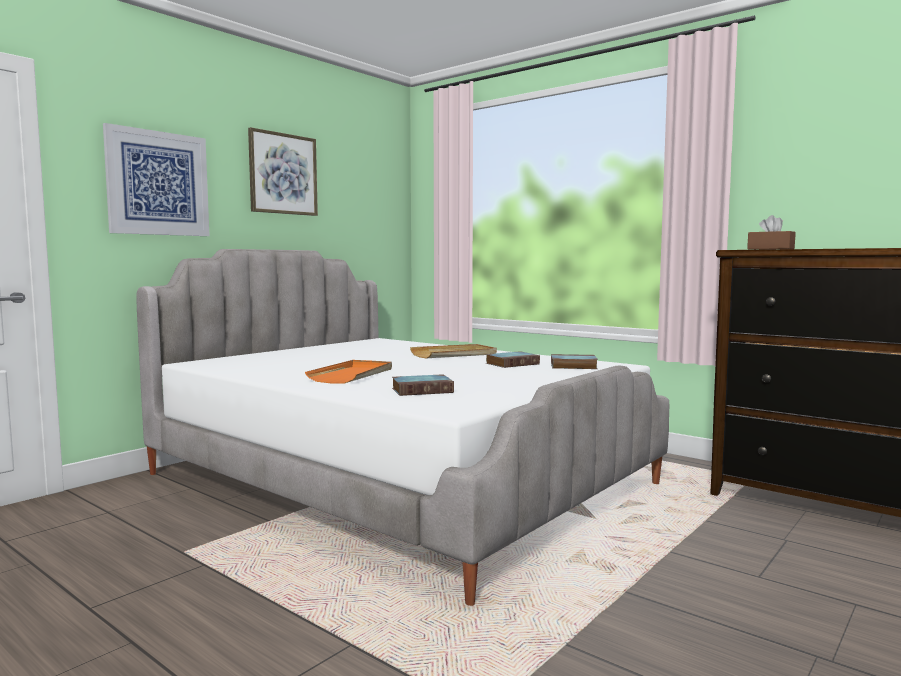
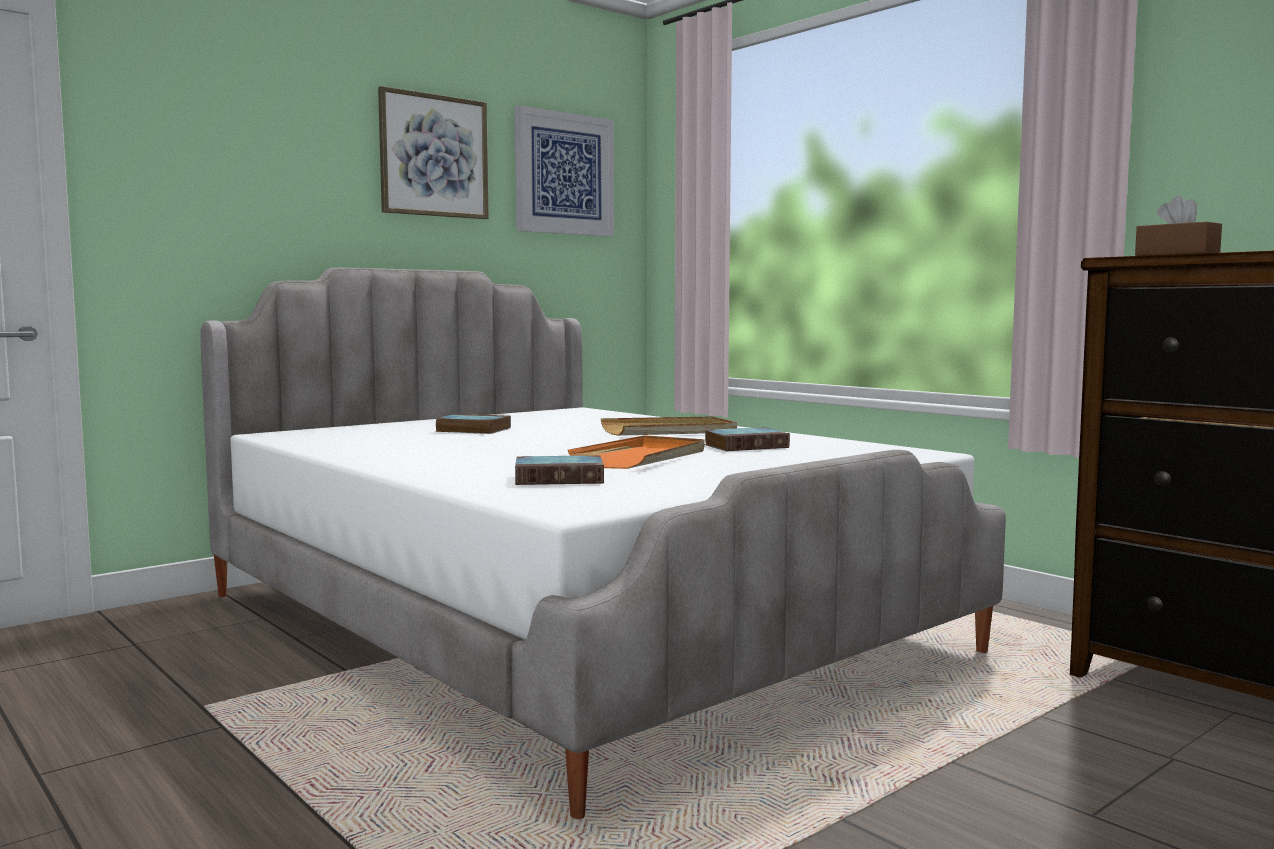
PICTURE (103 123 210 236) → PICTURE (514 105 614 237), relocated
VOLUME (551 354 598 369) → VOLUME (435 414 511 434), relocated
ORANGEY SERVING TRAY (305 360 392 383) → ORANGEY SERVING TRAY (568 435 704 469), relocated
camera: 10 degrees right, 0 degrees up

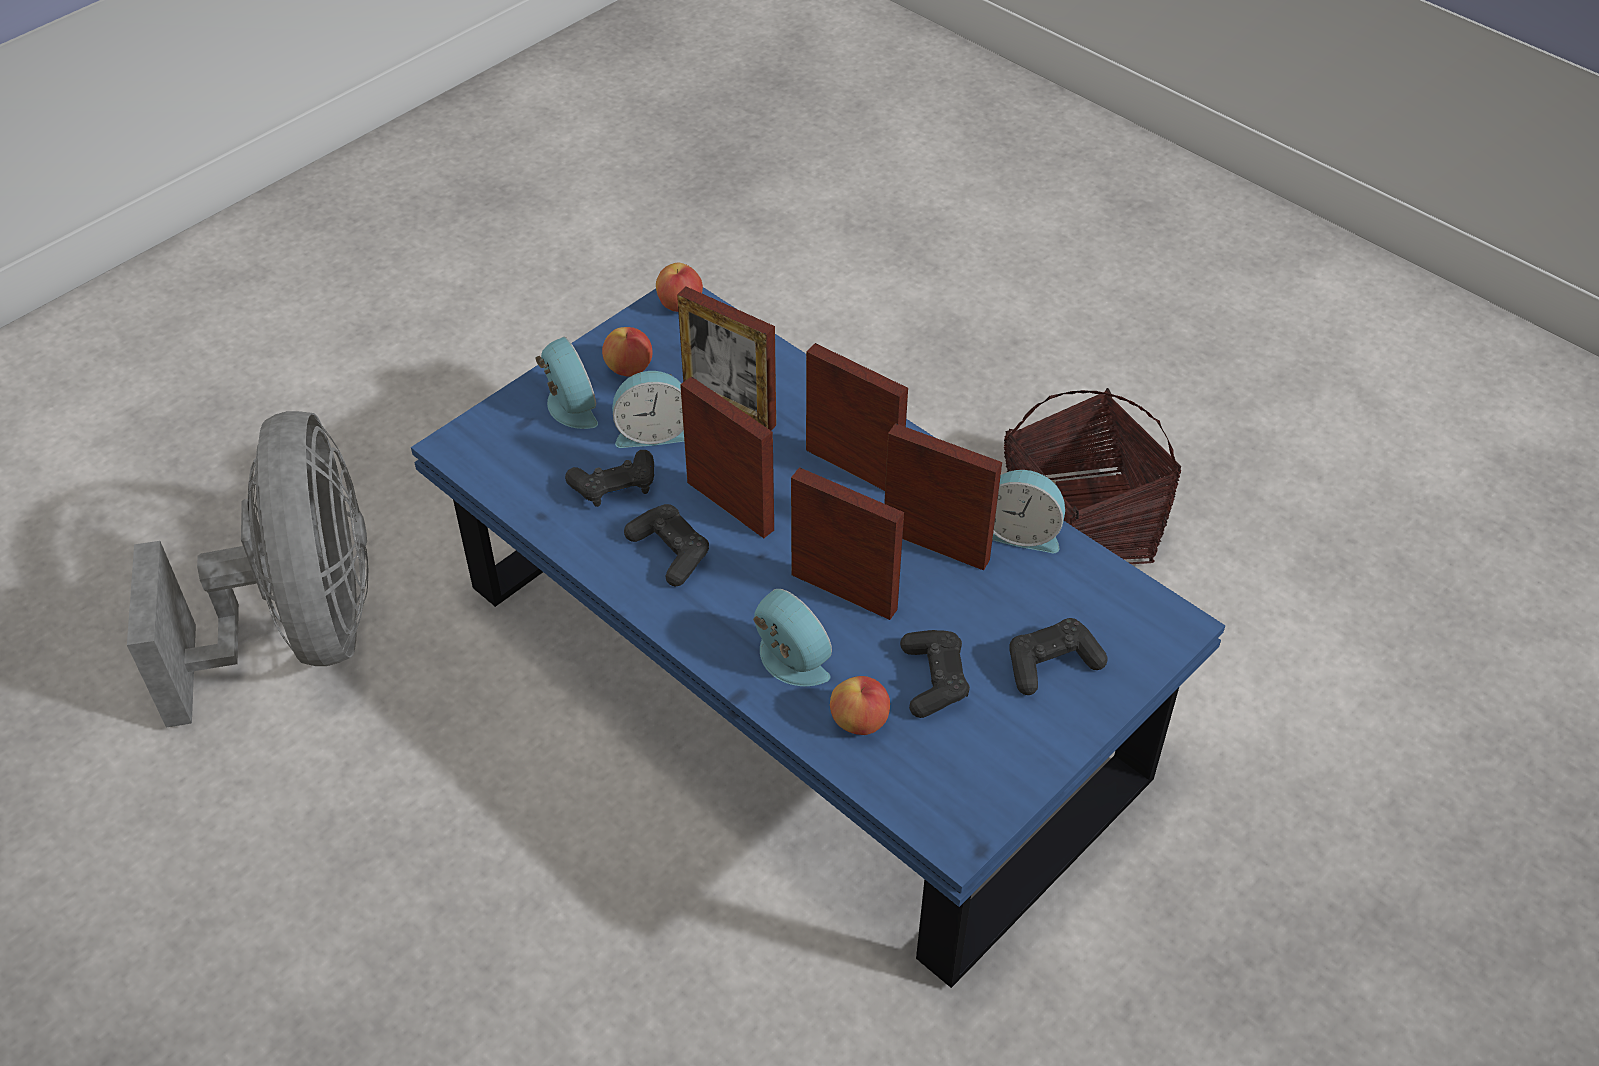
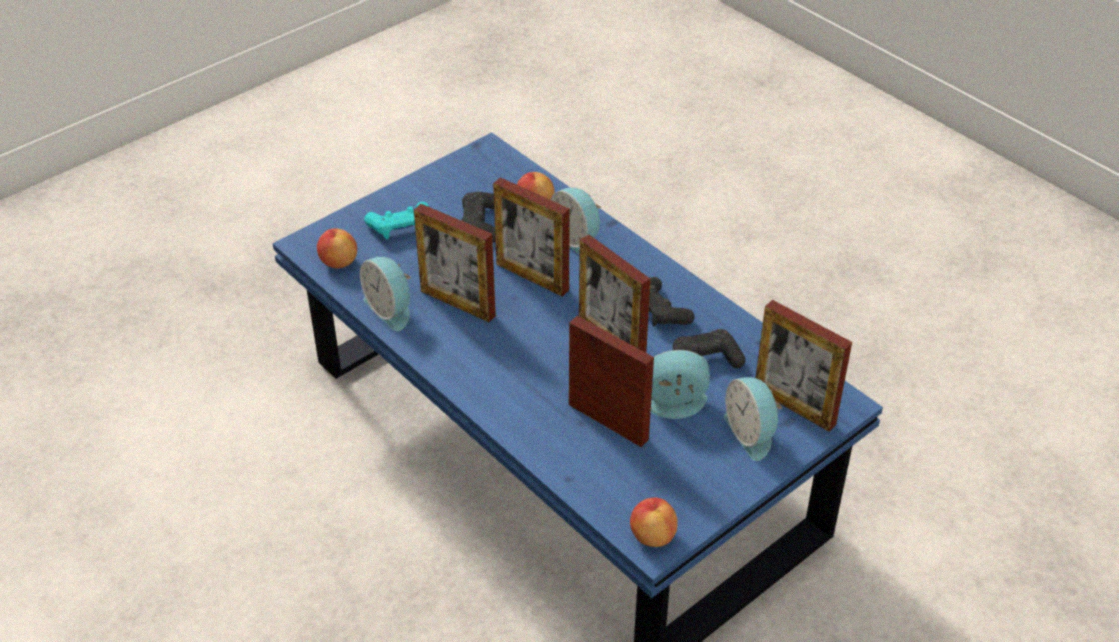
APPLE FRUIT (602 327 653 377) → APPLE FRUIT (317 228 357 268), relocated
STANDING FRAME (806 343 908 491) → STANDING FRAME (755 300 852 432), relocated
HOUSEHOLD BASKET (1004 388 1182 564) → -
GRAY FAN (127 411 368 728) → -
ALARM CLOCK (992 470 1065 553) → ALARM CLOCK (360 257 411 331), 150 degrees counterclockwise
BLACK JOYPAD (1009 618 1107 695) → BLUE-GREEN JOYPAD (364 202 429 239)
camera: 175 degrees left, 5 degrees down

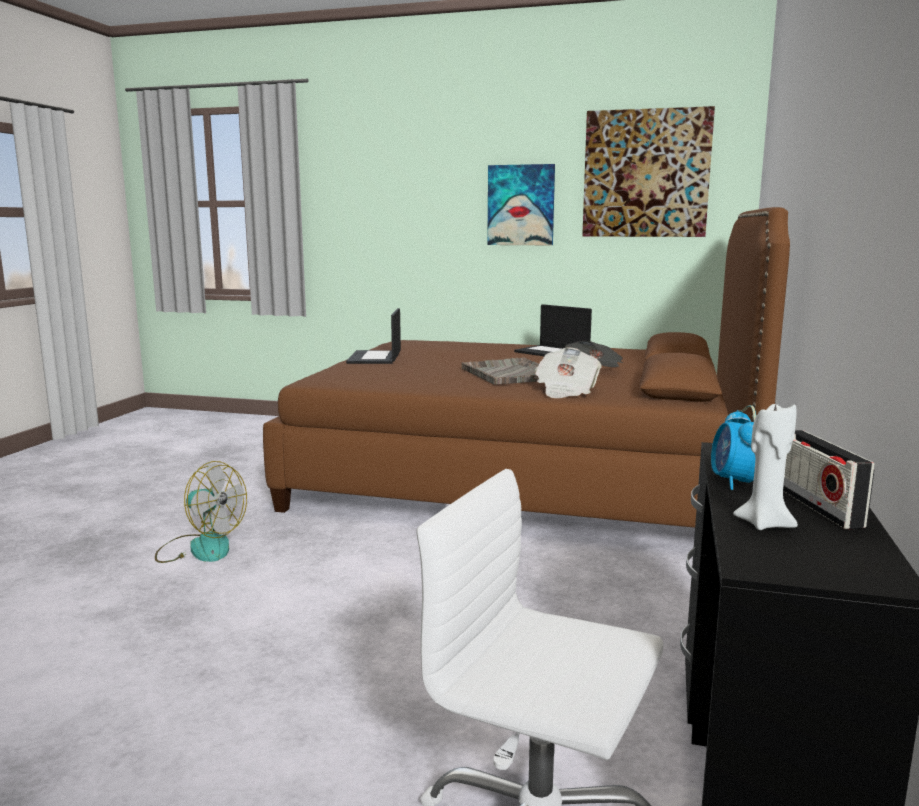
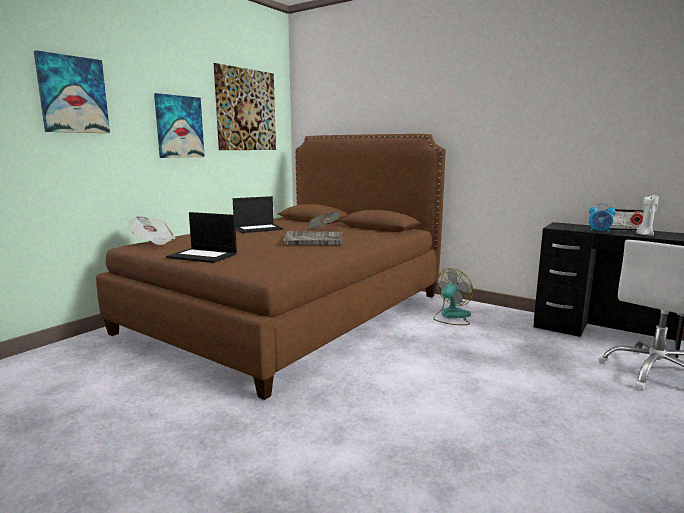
DAILY PAPER (535 347 602 398) → DAILY PAPER (129 216 175 245), relocated
FAN (155 461 247 563) → FAN (433 268 473 325), relocated
- → PICTURE (34 50 110 133)
camera: 70 degrees left, 0 degrees up

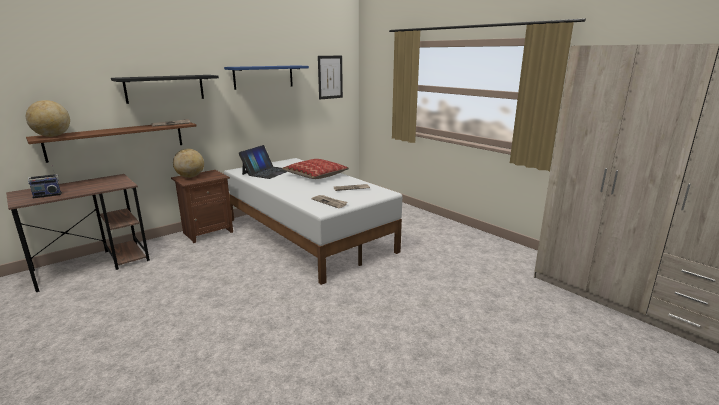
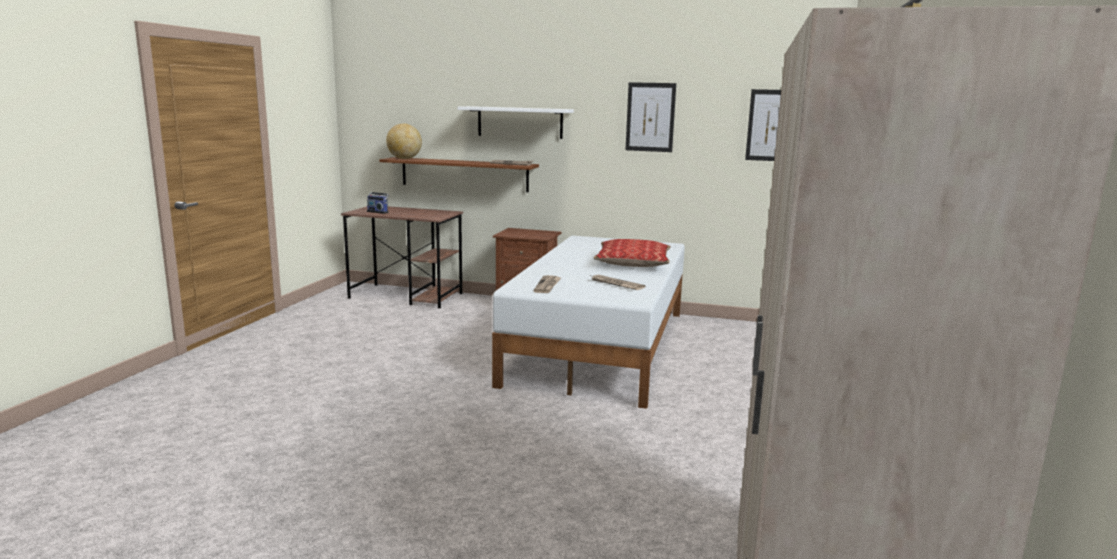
BLUE-COLOURED WALL SHELF (224 65 309 90) → PICTURE (626 82 676 152)
BLACK WALL SHELF (111 75 219 104) → WHITE-COLOURED WALL SHELF (458 106 574 139)
LAPTOP (239 145 287 179) → -
GLOBE (173 149 204 178) → -
camera: 55 degrees right, 5 degrees down

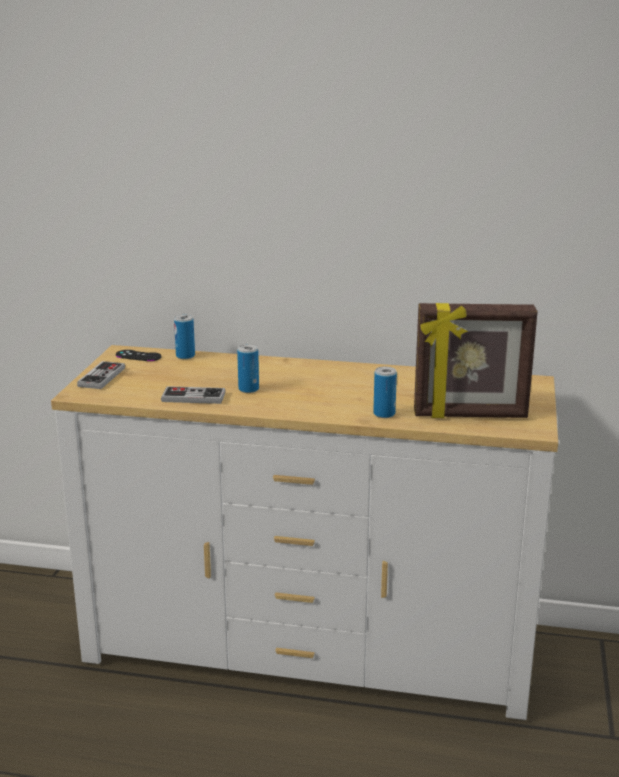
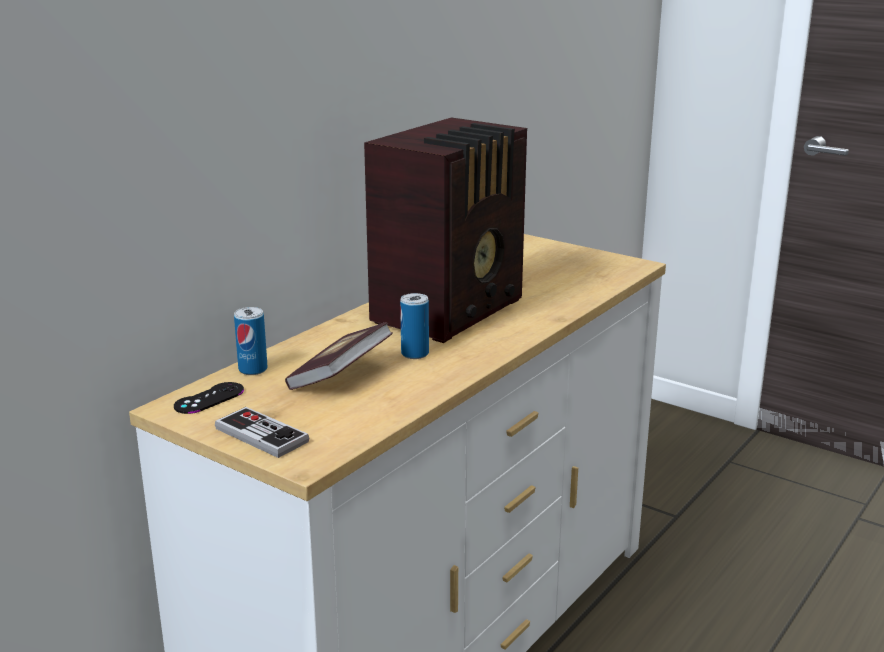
STANDING FRAME (414 303 538 418) → -
METAL CAN (373 367 397 418) → -
JOYPAD (161 386 226 404) → -
- → RADIO (364 117 527 343)
- → VOLUME (285 322 393 390)
camera: 65 degrees left, 0 degrees up

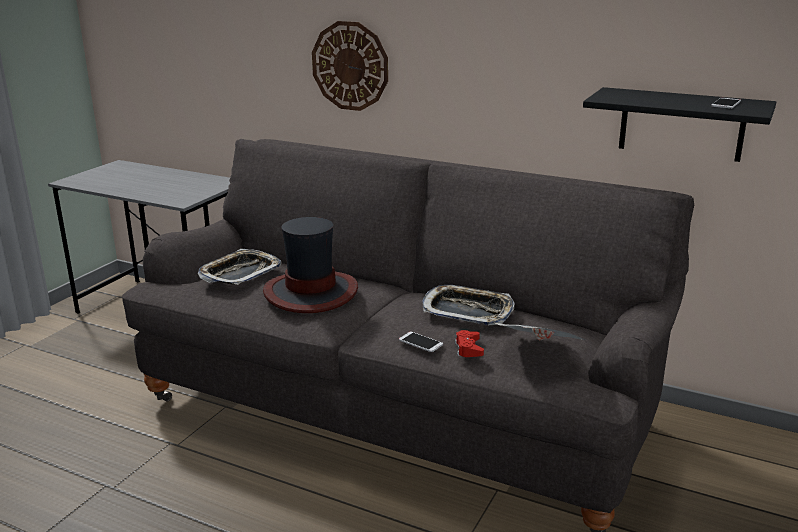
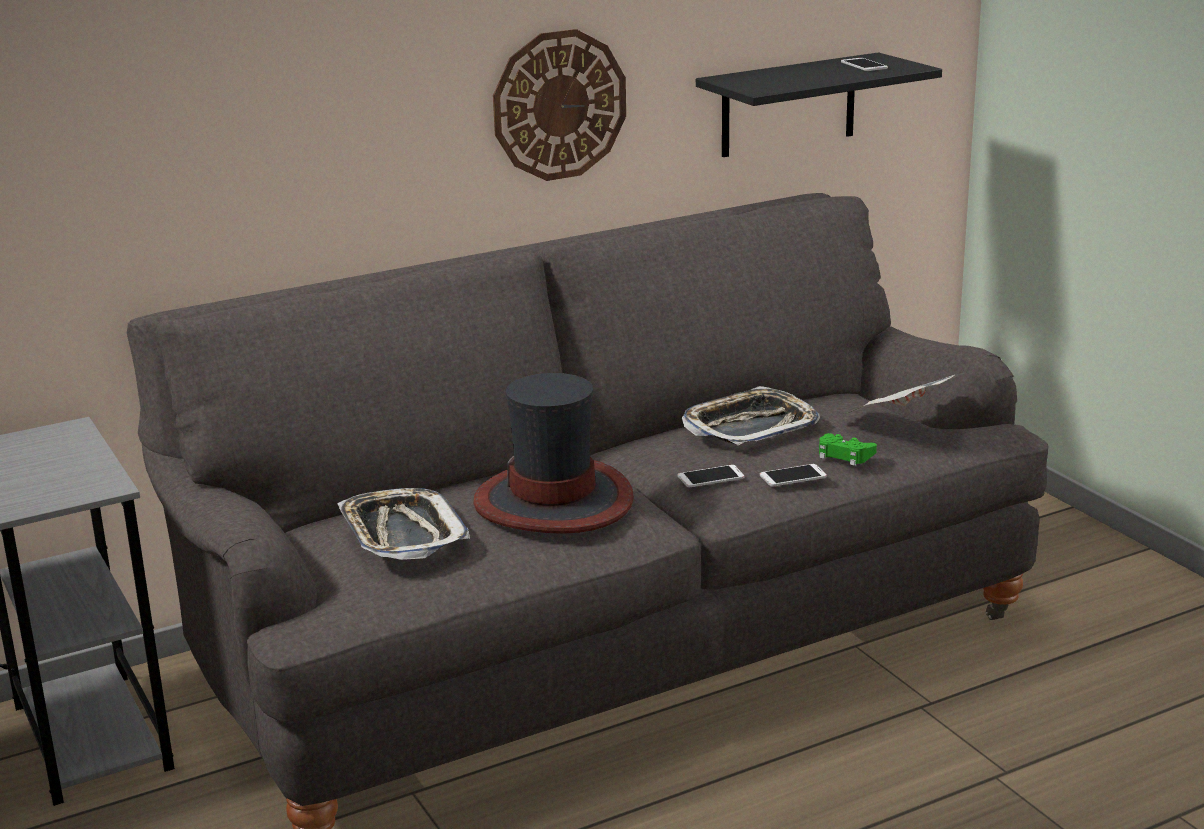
HANGING CLOCK (312 21 388 111) → HANGING CLOCK (493 29 626 181), relocated
REDDISH JOYPAD (455 330 484 357) → GREEN JOYPAD (819 433 877 466)
- → HANDSET (678 465 744 487)
camera: 55 degrees left, 0 degrees up

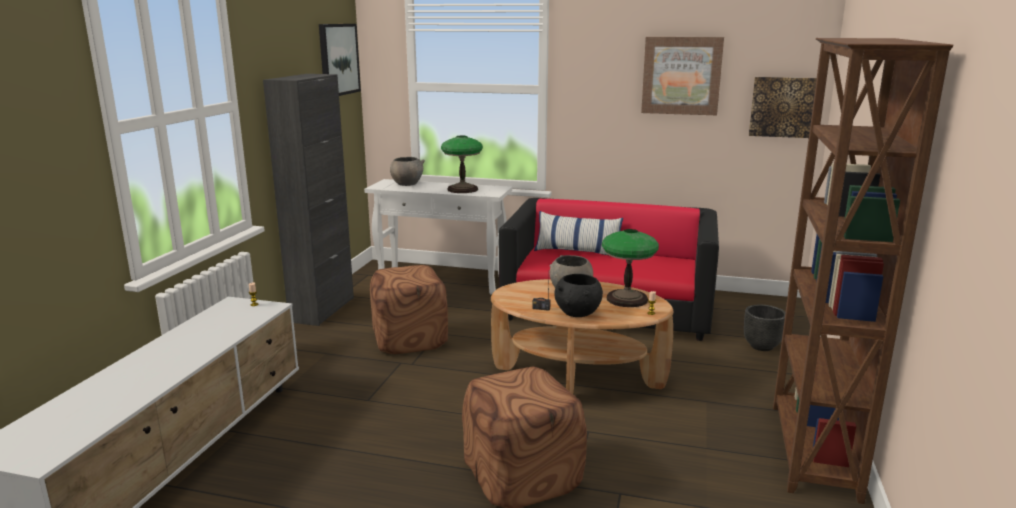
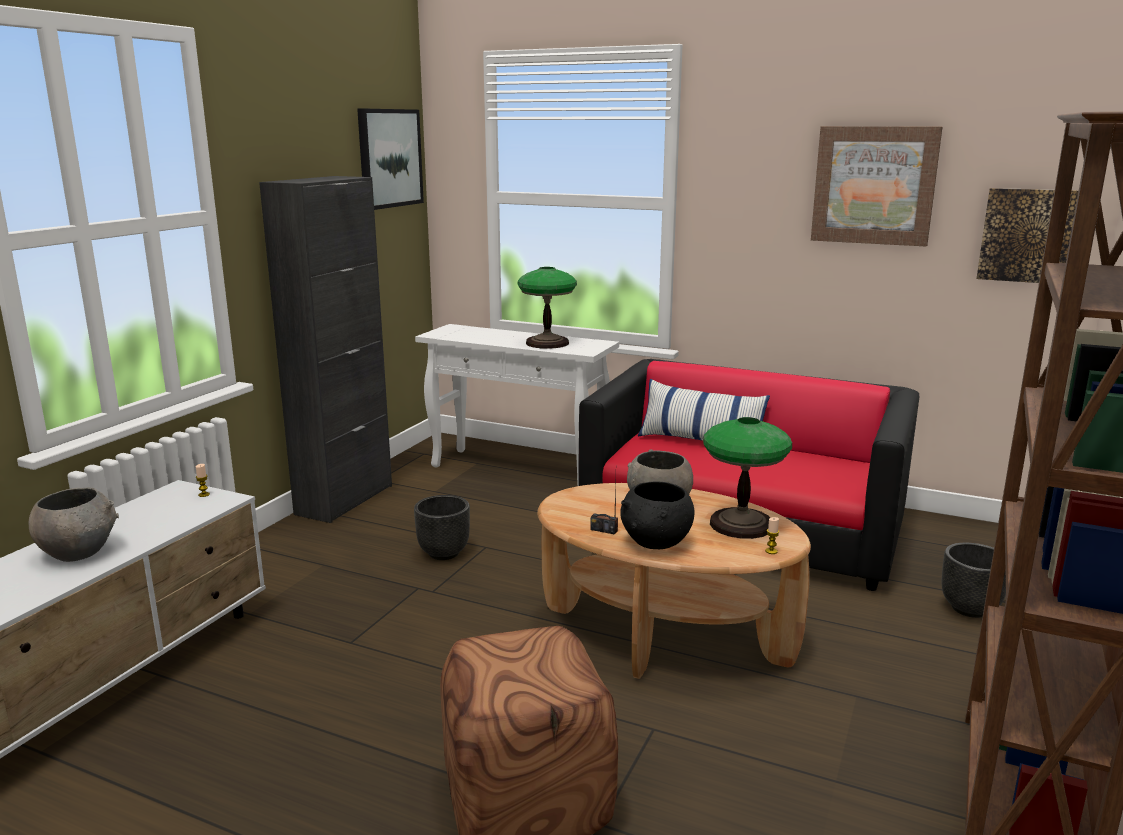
GRAY DEEP DISH (390 157 425 186) → GRAY DEEP DISH (29 488 119 562), relocated
BROWN-COLOURED OTTOMAN (370 265 448 354) → BLACK FLOWER POT (414 495 470 560)
camera: 10 degrees right, 0 degrees up

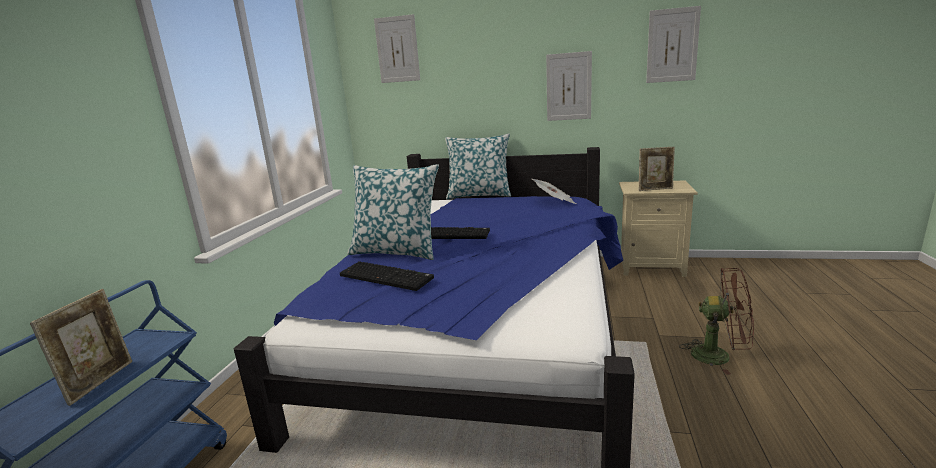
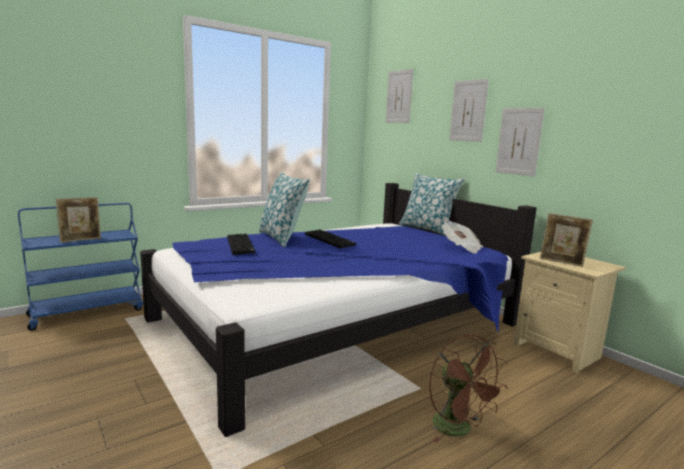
PICTURE (646 6 701 83) → PICTURE (449 79 489 142), relocated
camera: 40 degrees right, 5 degrees down

